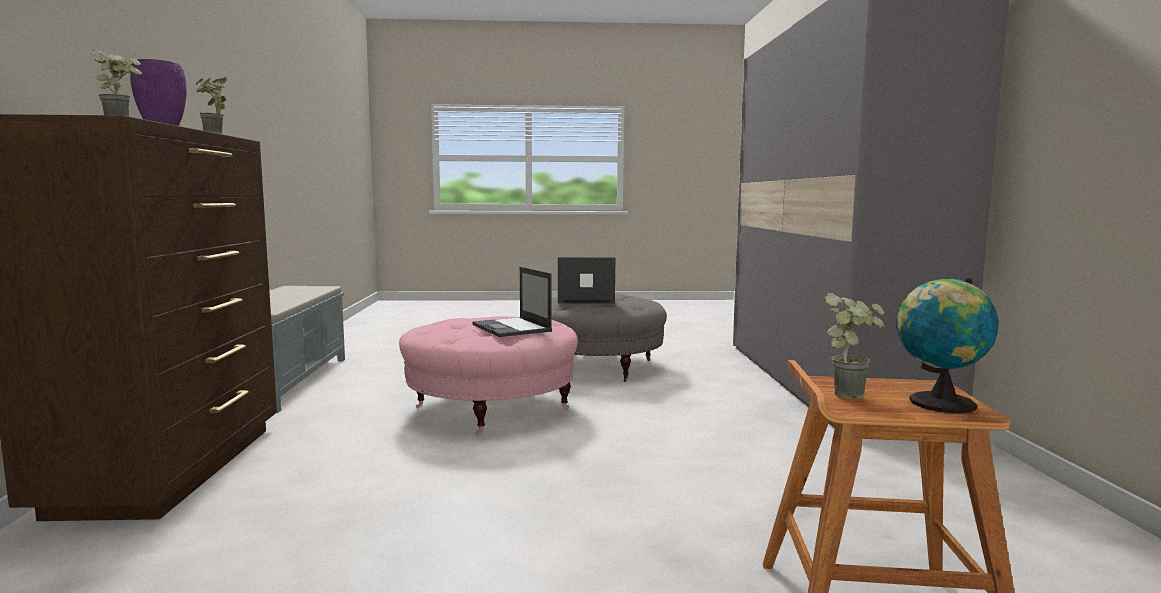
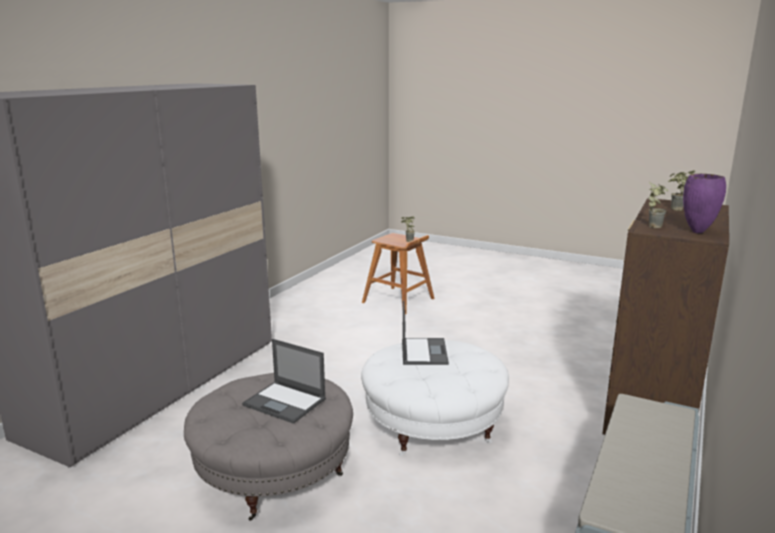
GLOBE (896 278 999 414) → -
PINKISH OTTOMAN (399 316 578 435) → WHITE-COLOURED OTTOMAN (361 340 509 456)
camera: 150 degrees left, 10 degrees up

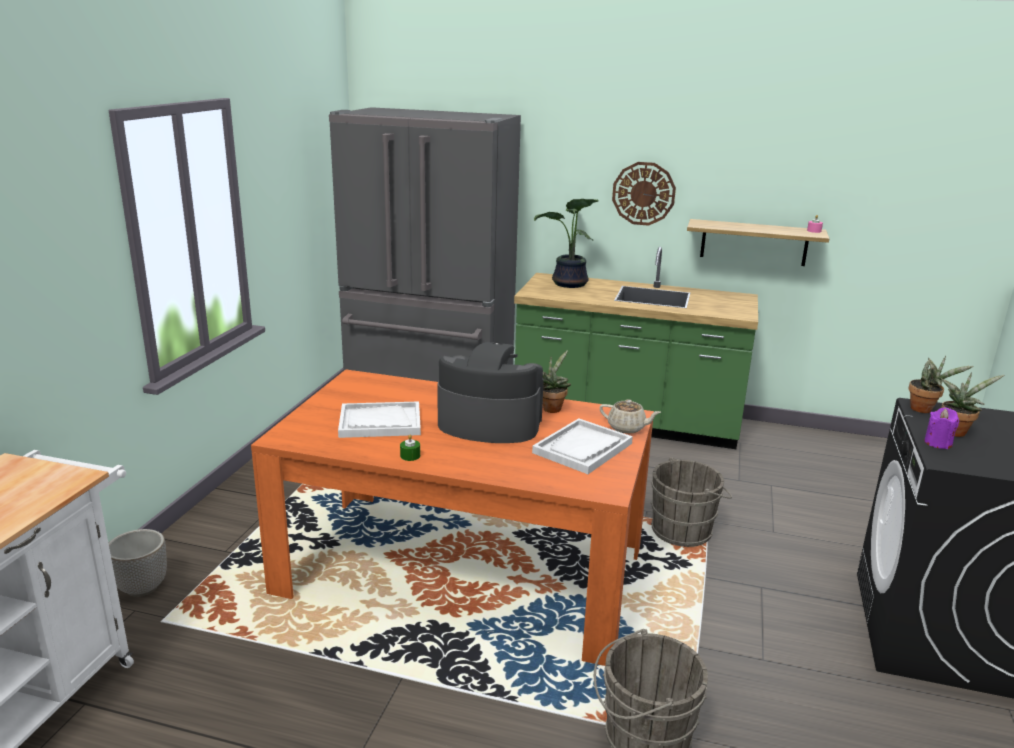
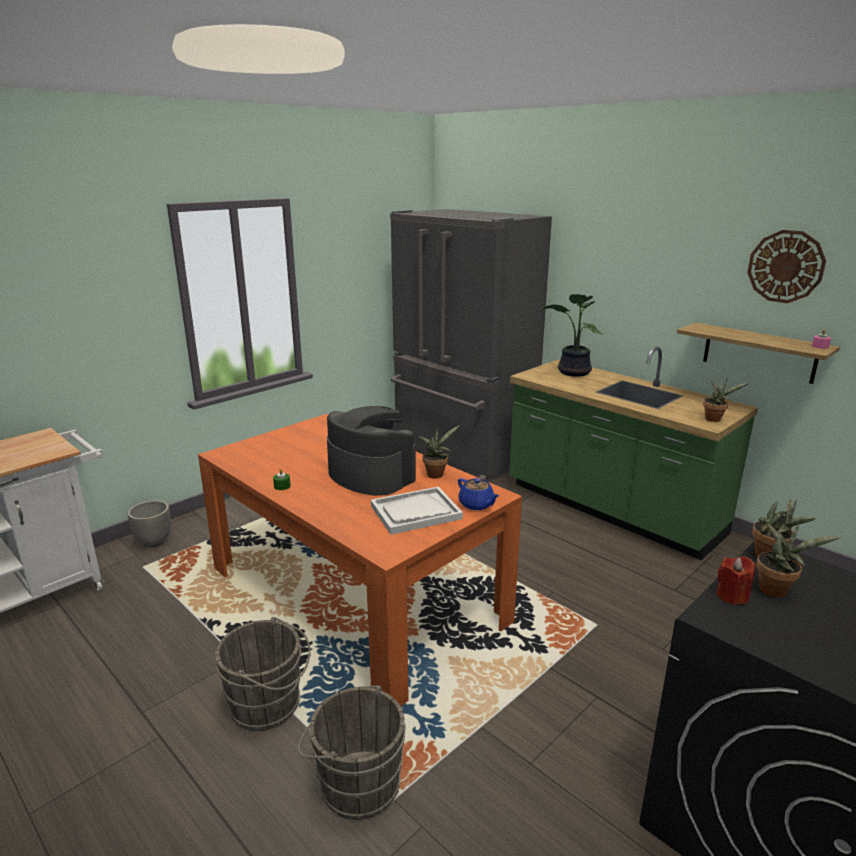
HANGING CLOCK (612 162 676 226) → HANGING CLOCK (747 230 826 303), relocated
SAND-COLOURED TEAPOT (600 399 661 434) → BLUE-COLOURED TEAPOT (458 478 499 510)
WHITE-COLOURED SERVING TRAY (338 401 421 438) → -
PURPLE-COLOURED CANDLE (924 408 959 449) → REDDISH CANDLE (716 556 755 605)
GRAY PAIL (651 457 732 547) → GRAY PAIL (215 617 310 731), relocated
- → PLANT IN A POT (703 379 749 422)
camera: 30 degrees right, 0 degrees up

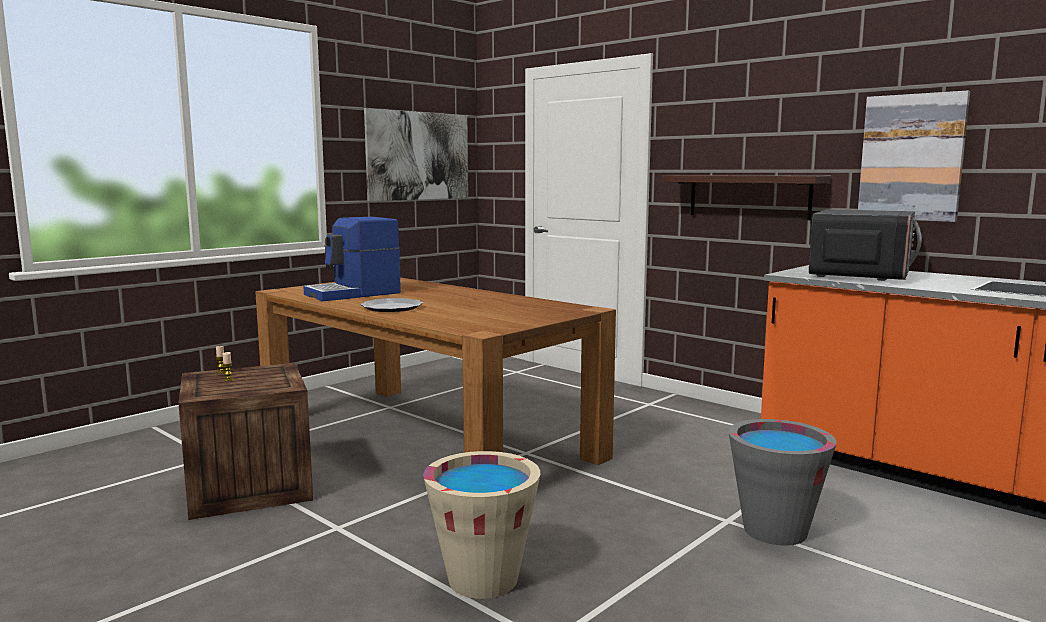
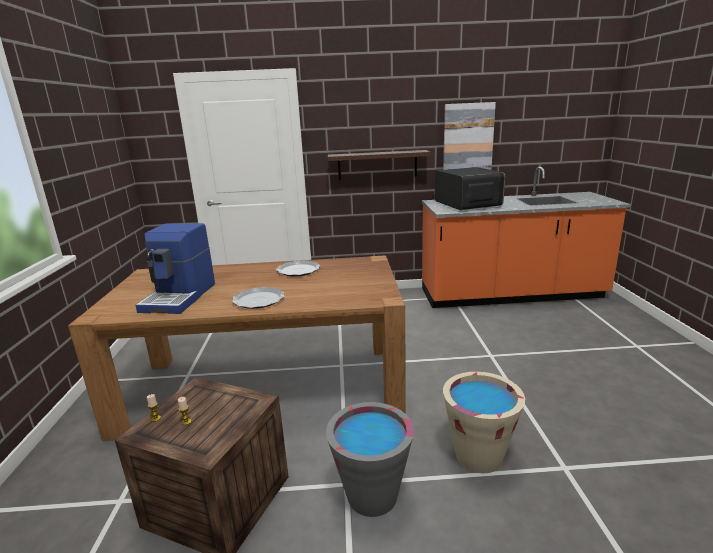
PICTURE (364 108 468 201) → -
GRAY PAIL (728 419 837 546) → GRAY PAIL (326 402 414 517), relocated
- → DINNER PLATE (276 260 320 276)
camera: 45 degrees left, 10 degrees up

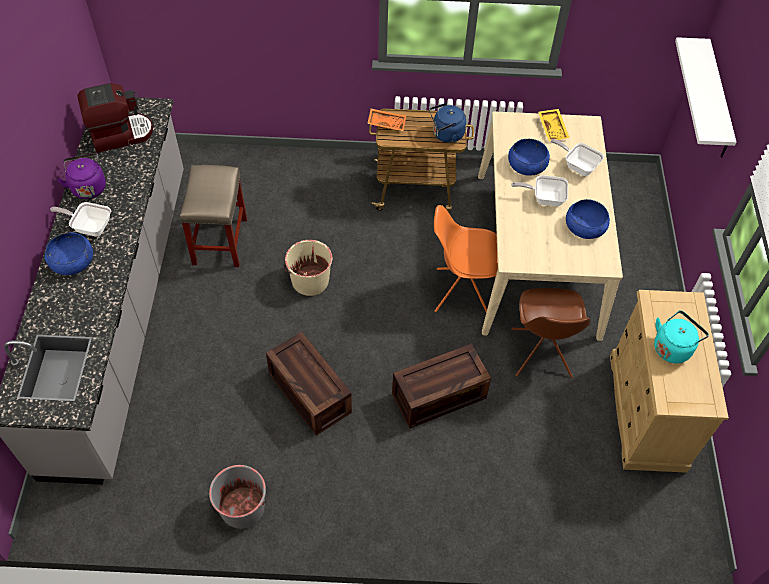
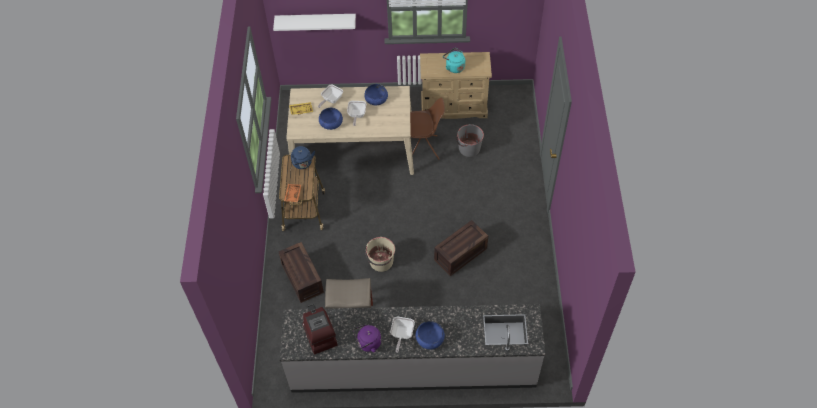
ORANGEY CHAIR (434 205 498 312) → -
CRATE (392 344 491 429) → CRATE (278 242 324 303), relocated
GRAY PAIL (209 465 269 529) → GRAY PAIL (456 124 484 157), relocated
camera: 90 degrees left, 0 degrees up

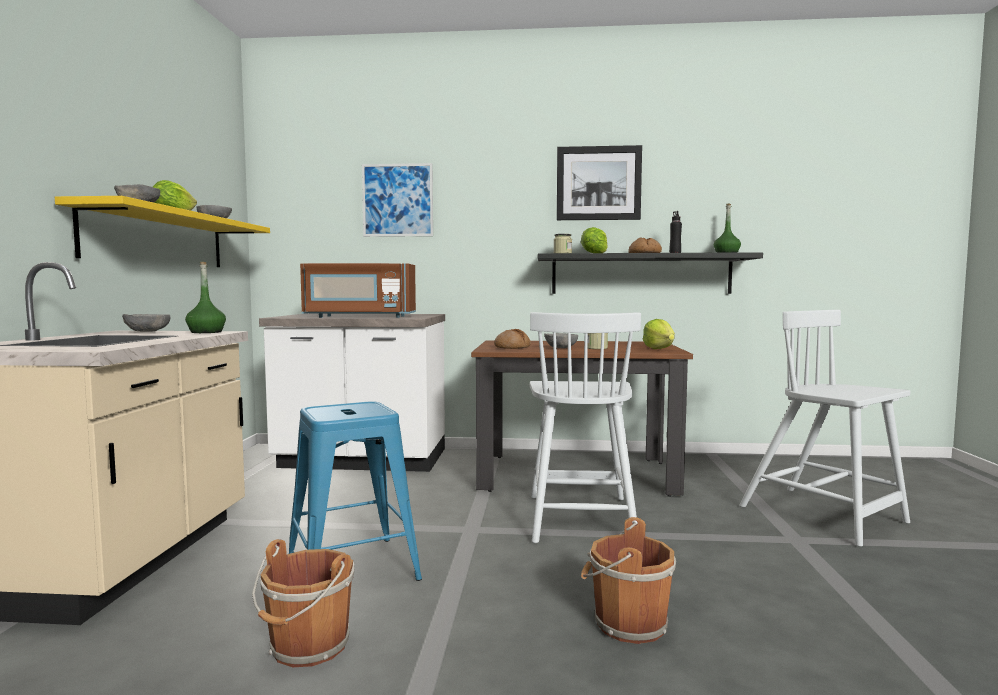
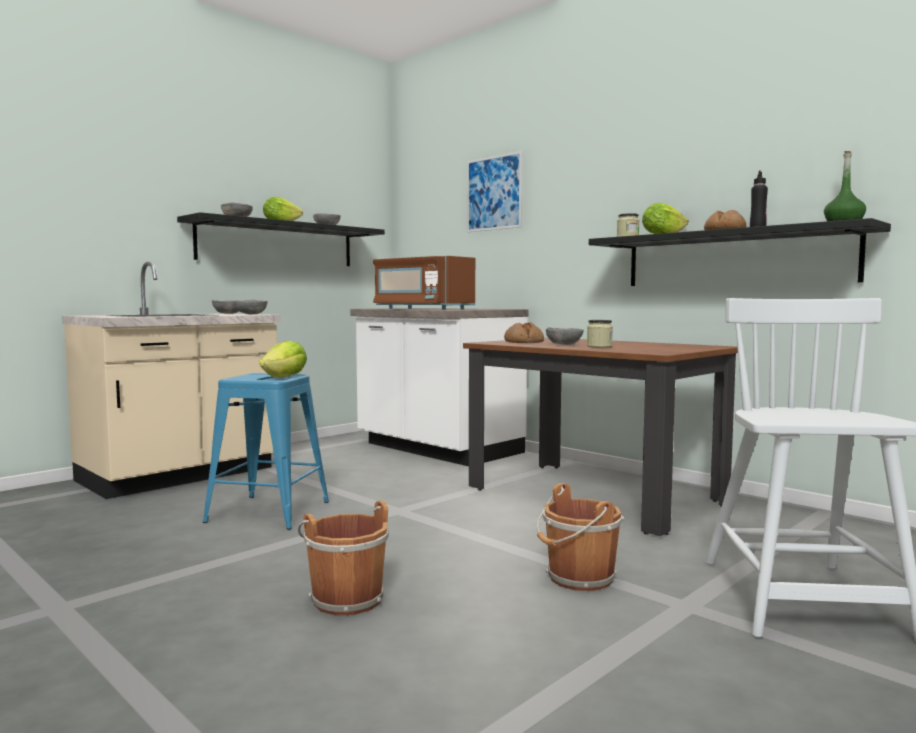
PICTURE (557 145 642 220) → -
YELLOWISH WALL SHELF (55 196 270 267) → BLACK WALL SHELF (177 212 385 266)
GREEN DRINK BOTTLE (185 262 226 333) → GRAY DEEP DISH (234 300 268 315)
WHITE-COLOURED CHAIR (530 312 641 543) → -
LETTUCE HEAD (643 319 675 349) → LETTUCE HEAD (259 341 307 377), relocated
BROWN-COLOURED PAIL (252 539 354 667) → BROWN-COLOURED PAIL (537 483 624 591), relocated
camera: 40 degrees right, 0 degrees up

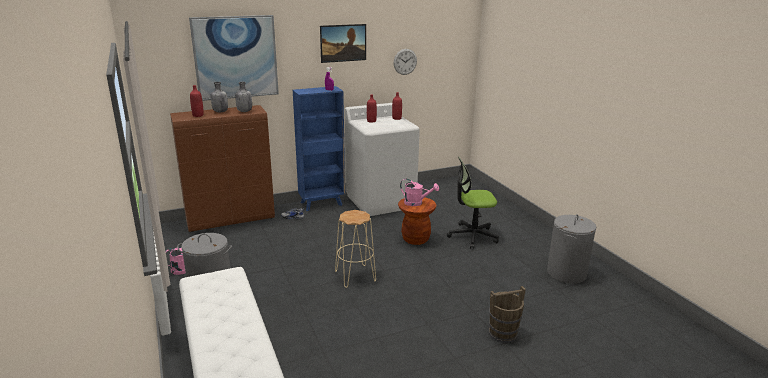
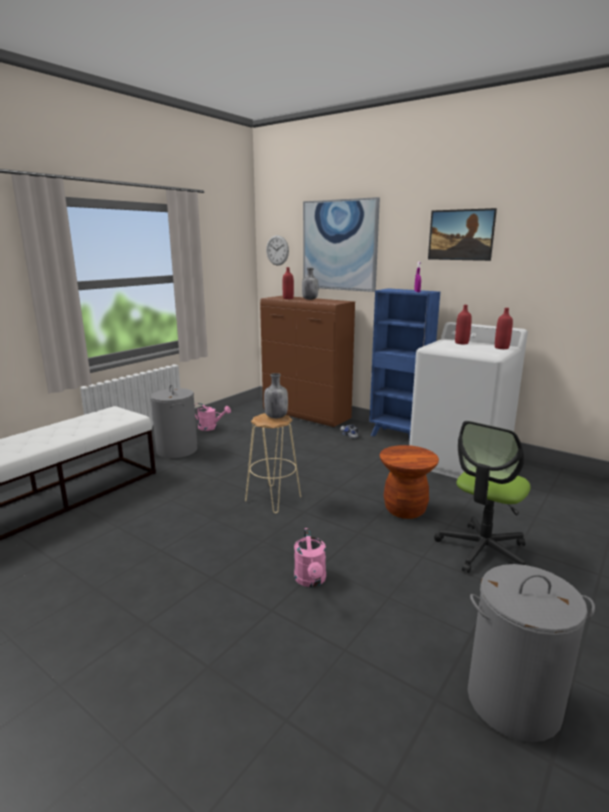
HANGING CLOCK (394 49 417 75) → HANGING CLOCK (266 235 289 266), relocated
GRAY DRINK BOTTLE (235 82 252 112) → GRAY DRINK BOTTLE (264 373 288 419), relocated
OFFICE CHAIR (447 156 499 249) → OFFICE CHAIR (434 421 531 573), 105 degrees counterclockwise
PINKISH WATERING POT (400 179 439 206) → PINKISH WATERING POT (294 528 326 587), relocated
BROWN-COLOURED PAIL (489 286 526 343) → -
camera: 60 degrees right, 5 degrees down

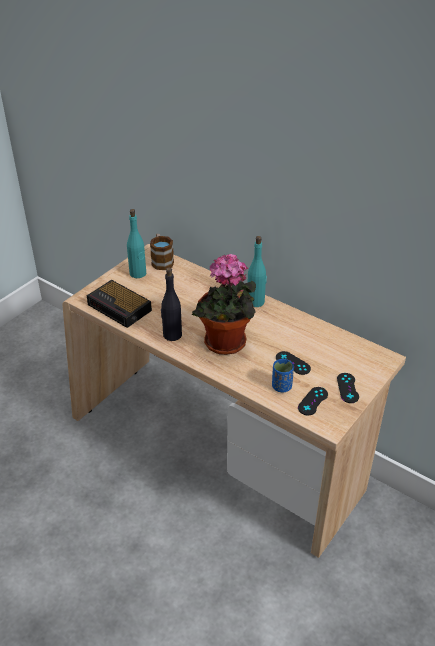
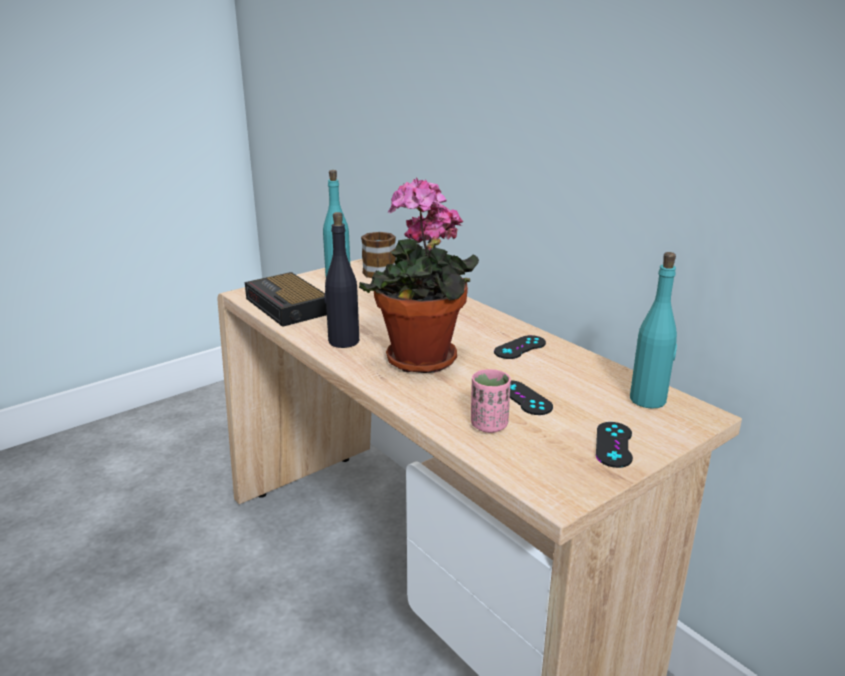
BLUE-GREEN DRINK BOTTLE (248 236 267 307) → BLUE-GREEN DRINK BOTTLE (630 252 677 409), relocated
BLUE-COLOURED DRINKING CUP (272 359 294 392) → PINKISH DRINKING CUP (471 369 511 433)
BLACK JOYPAD (298 387 328 415) → BLACK JOYPAD (494 335 546 359), relocated
camera: 15 degrees right, 15 degrees down

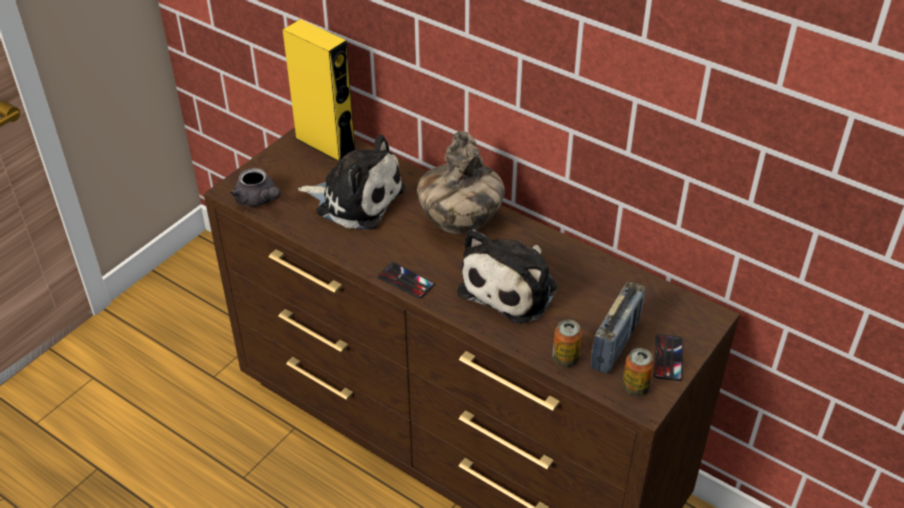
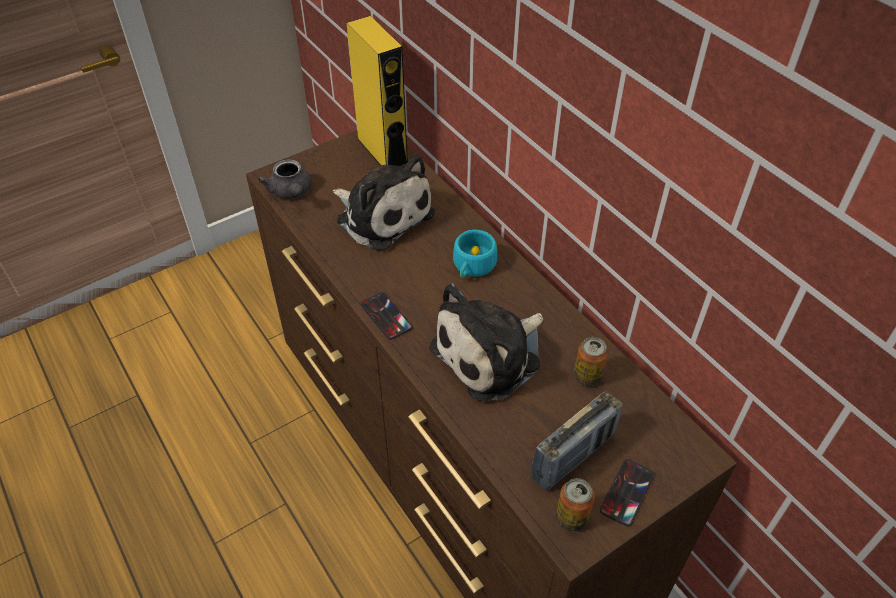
DECORATIVE VASE (417 131 505 234) → BLUE-GREEN DRINKING CUP (453 230 497 278)
METAL CAN (553 319 582 367) → METAL CAN (574 337 608 386), relocated
camera: 20 degrees right, 5 degrees up

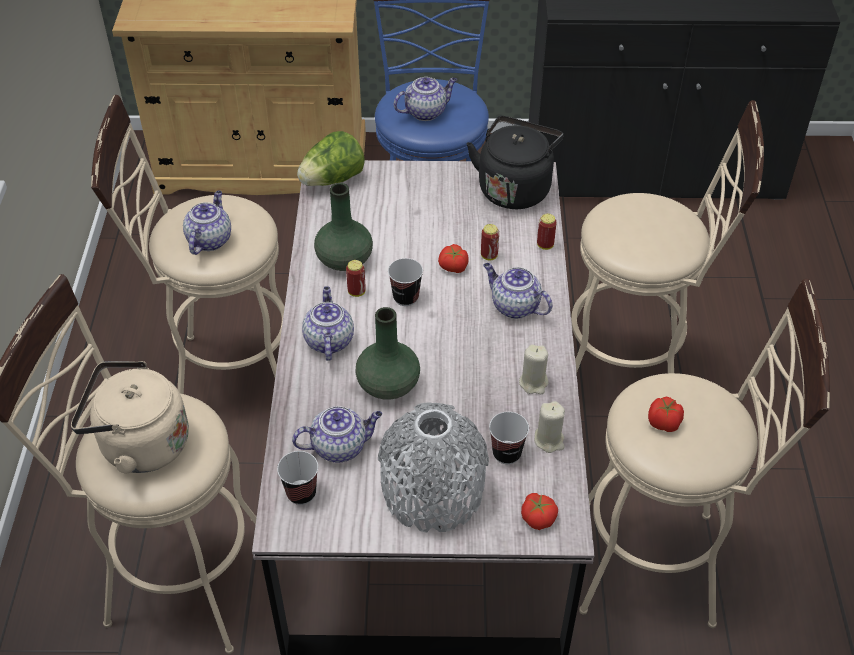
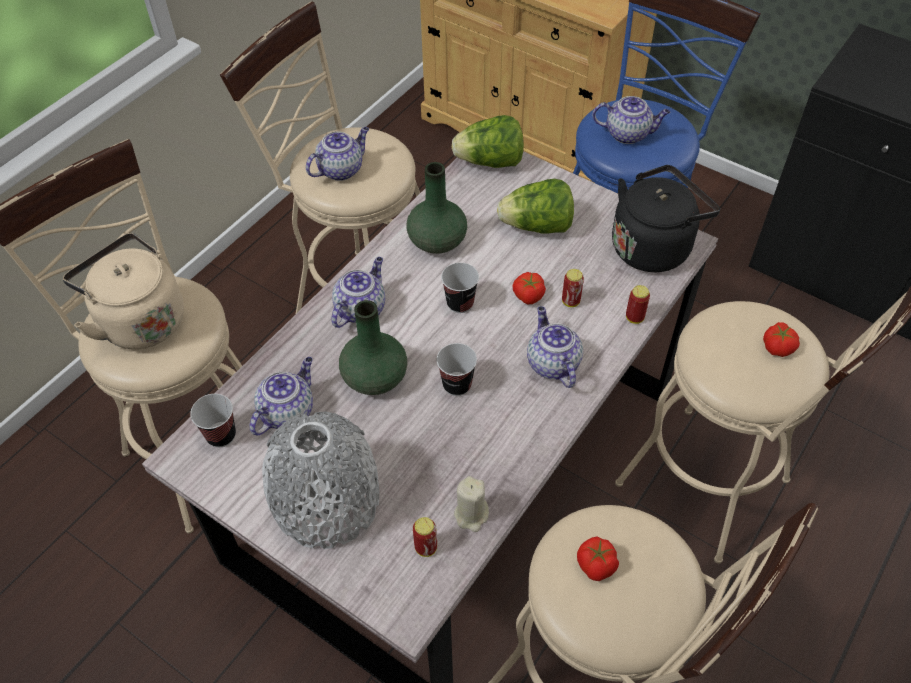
METAL CAN (346 260 366 297) → METAL CAN (413 517 437 557), relocated
SAND-COLOURED CANDLE (519 344 548 394) → -
TEAPOT (292 406 382 463) → TEAPOT (250 357 313 436), 75 degrees counterclockwise
DRINKING CUP (489 412 529 464) → DRINKING CUP (437 343 477 396), relocated
TOMATO (521 493 558 530) → TOMATO (763 322 800 357), relocated
- → LETTUCE HEAD (497 179 574 234)
camera: 35 degrees right, 5 degrees up

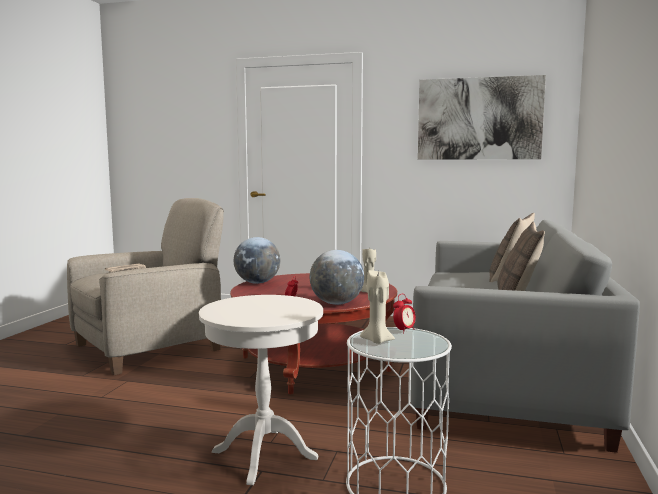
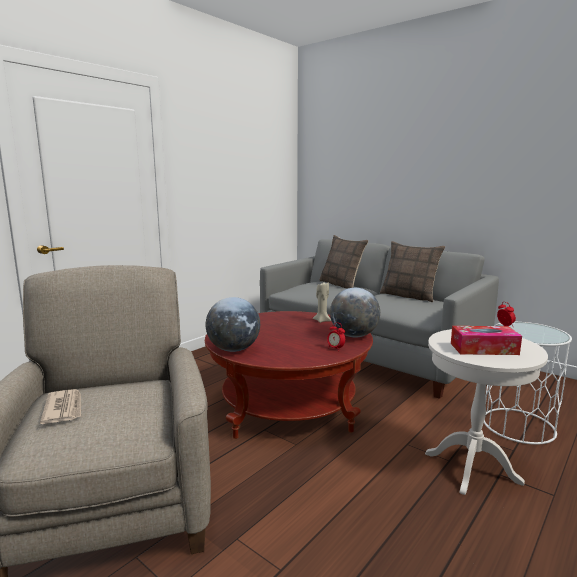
PICTURE (418 75 546 160) → -
SAND-COLOURED CANDLE (360 269 395 344) → -
- → TISSUE HOLDER (451 326 522 355)
camera: 65 degrees left, 5 degrees up

